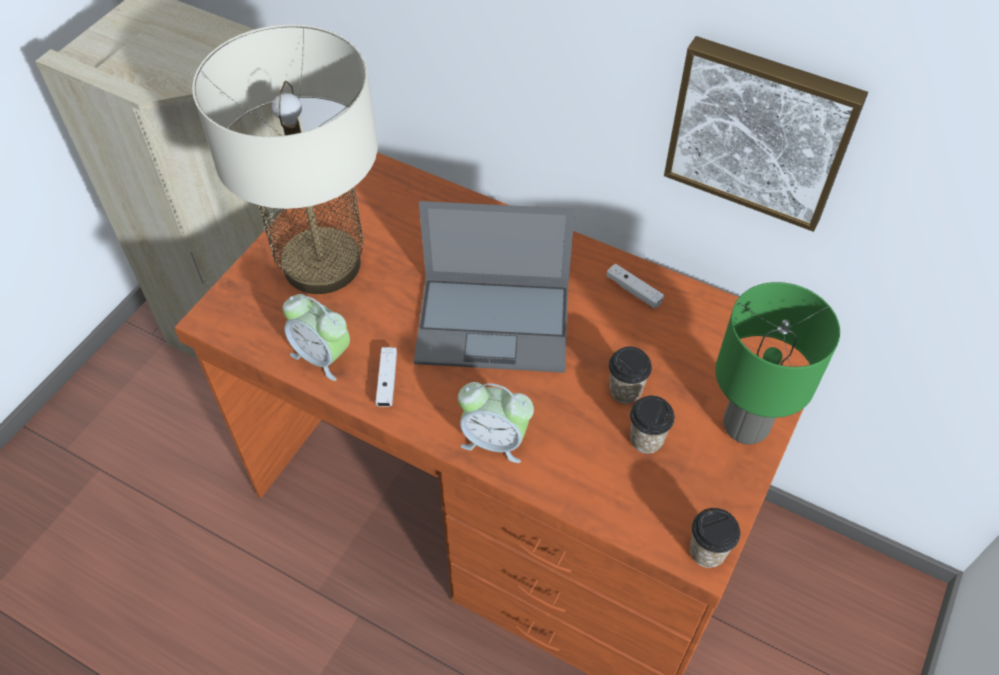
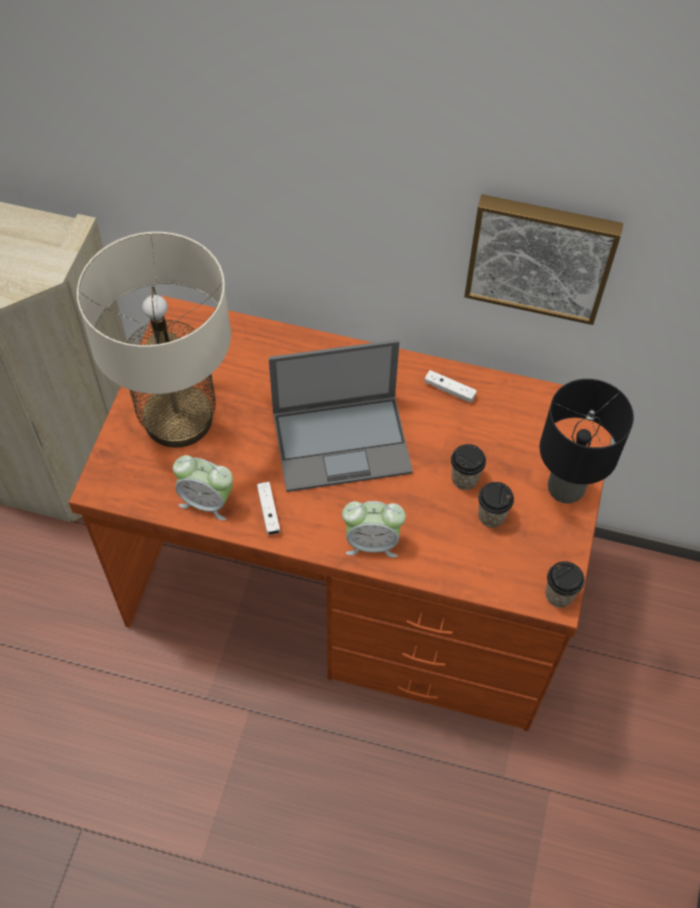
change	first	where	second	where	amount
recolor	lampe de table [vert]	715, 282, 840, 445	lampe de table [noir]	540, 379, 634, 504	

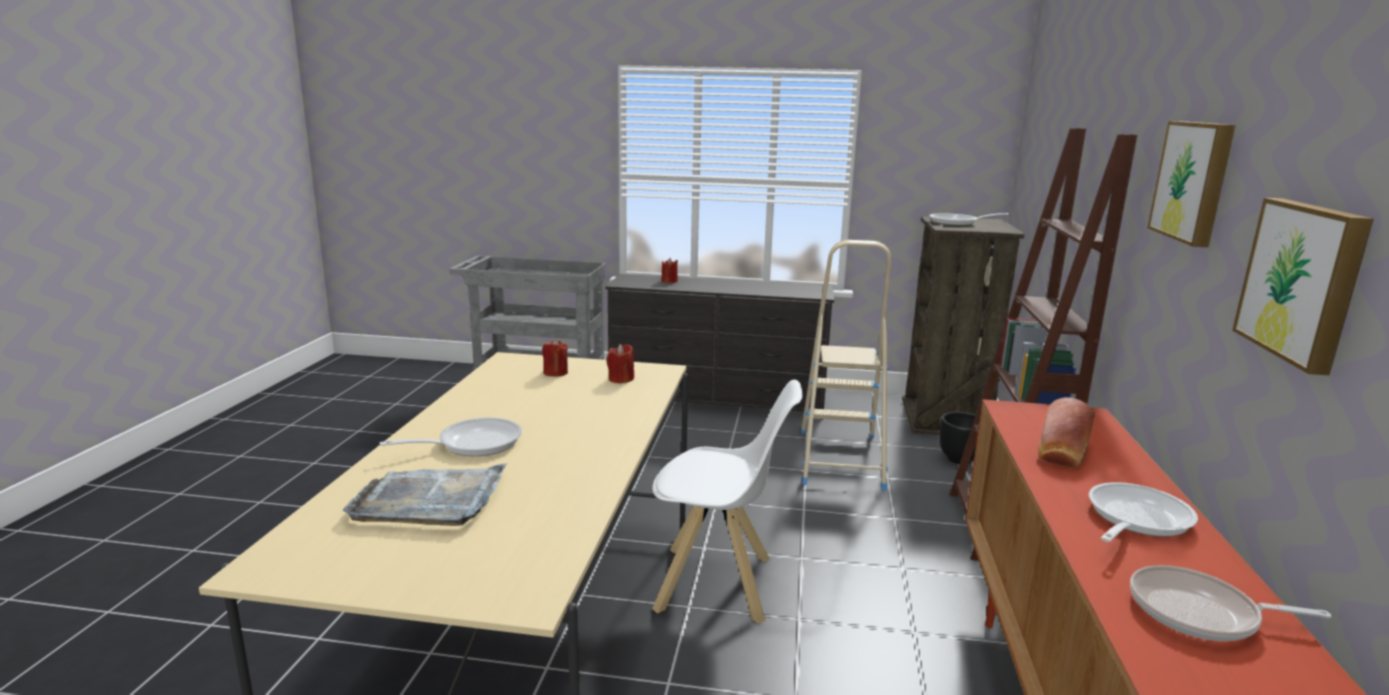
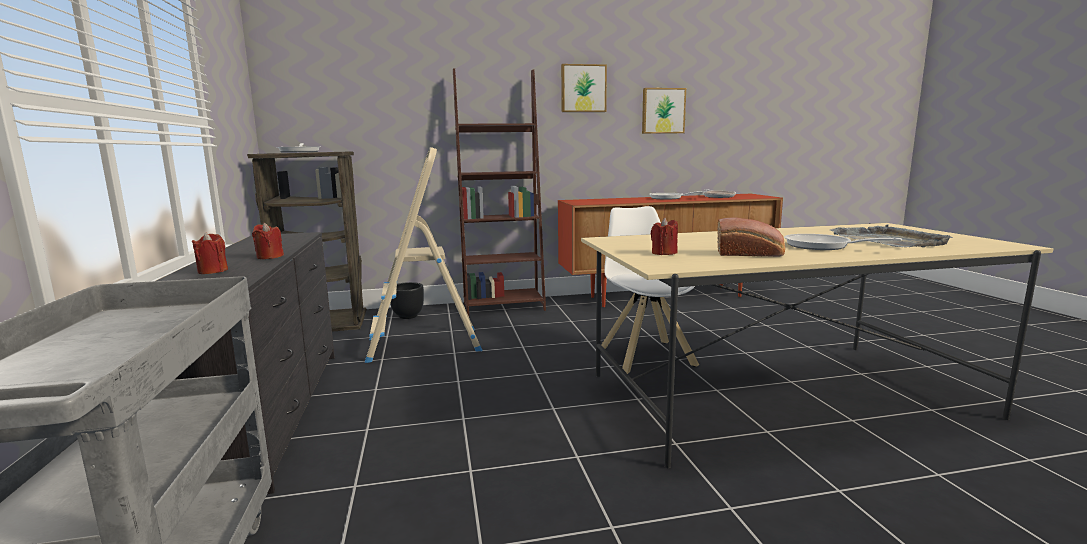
change	first	where	second	where	amount
move	bougie [rouge]	606, 344, 634, 384		252, 223, 284, 259	
move	pain	1038, 397, 1095, 468		717, 217, 785, 257	

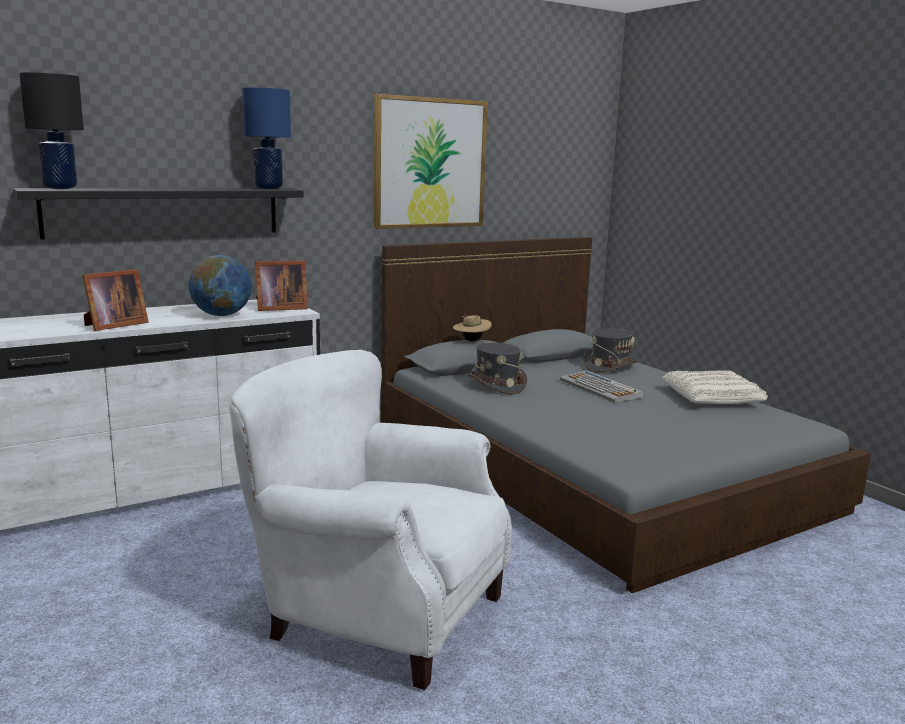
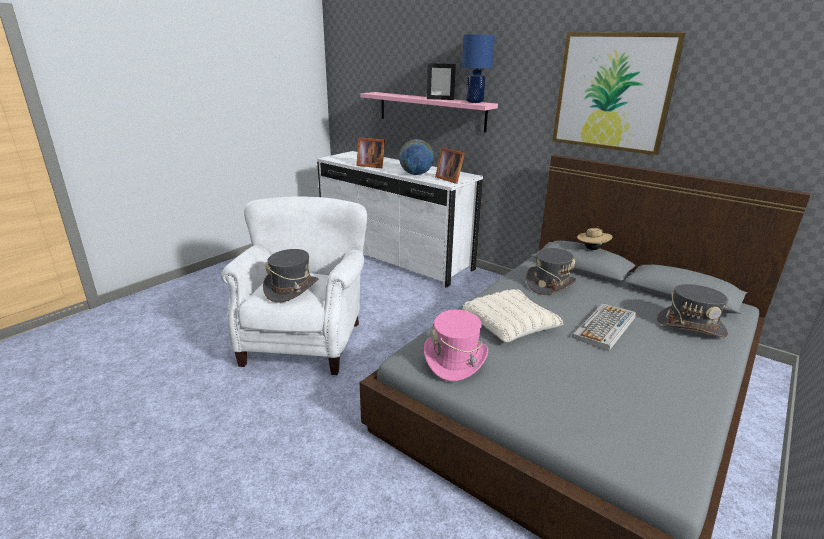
change	first	where	second	where	amount
recolor	étagère [noir]	13, 188, 304, 240	étagère [rose]	361, 92, 498, 132	
delete	lampe de table [noir]	19, 72, 84, 189			
move	coussin [beige]	663, 370, 768, 404		463, 289, 563, 343	
insert			chapeau [gris]	263, 249, 318, 303	
insert			chapeau [rose]	424, 310, 488, 381	
insert			cadre photo	427, 63, 456, 100	

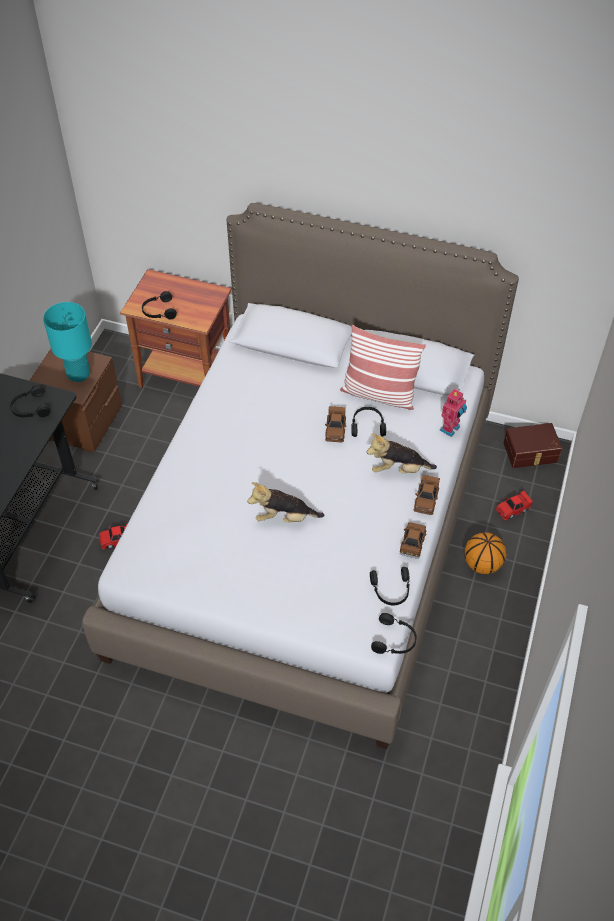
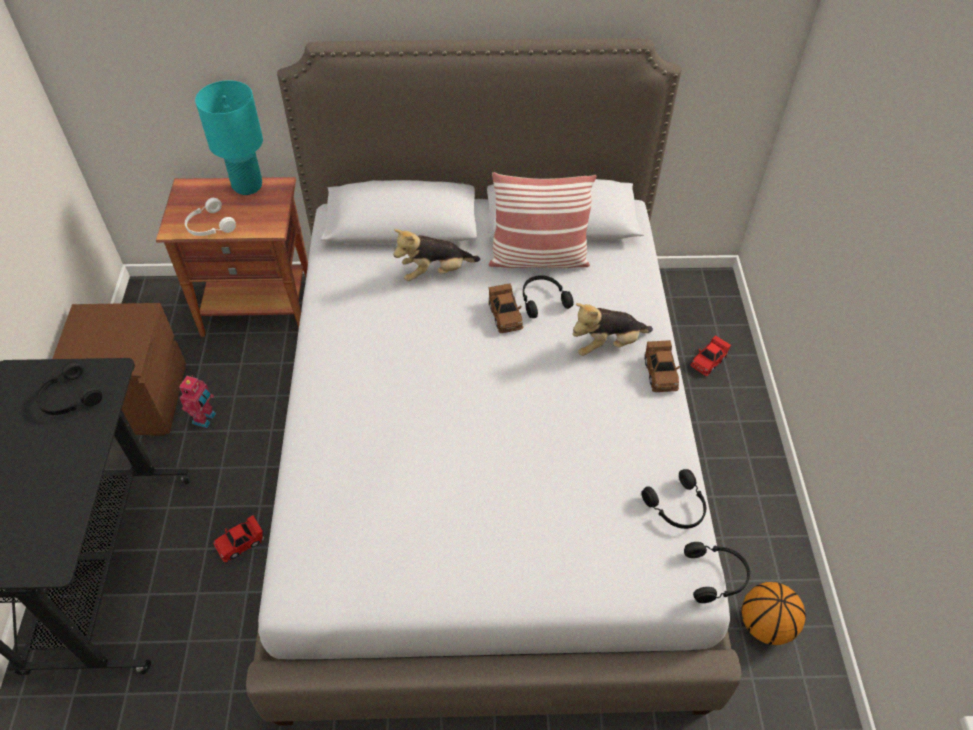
change	first	where	second	where	amount
move	lampe de table [turquoise]	43, 302, 92, 382		195, 80, 263, 195	
recolor	casque audio [noir]	142, 291, 177, 319	casque audio [blanc]	185, 198, 236, 236	
move	peluche	248, 482, 324, 523		393, 229, 480, 281	
delete	petite voiture [marron]	400, 522, 426, 559			
move	robot jouet	440, 389, 467, 437		179, 375, 216, 428	
move	ballon de basket	464, 532, 507, 574		741, 582, 806, 645	
delete	boîte de rangement [marron]	504, 423, 562, 468			

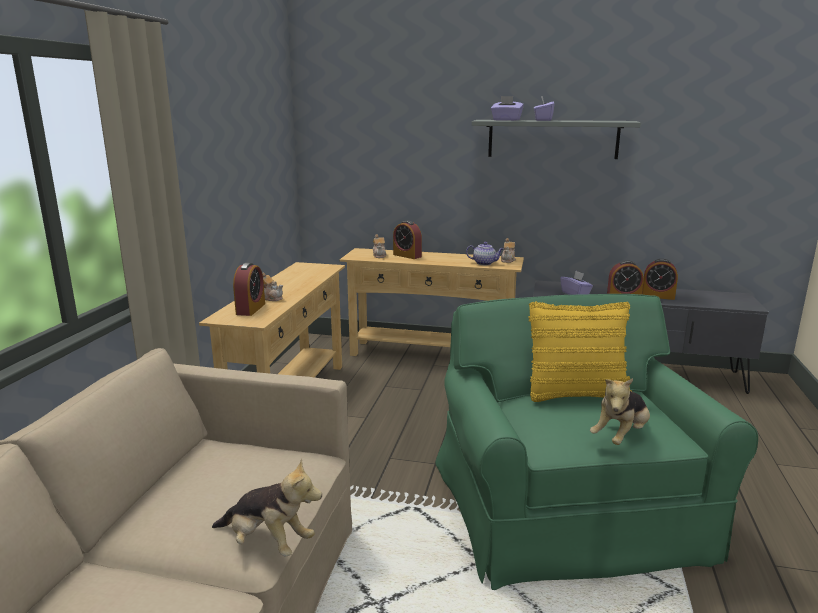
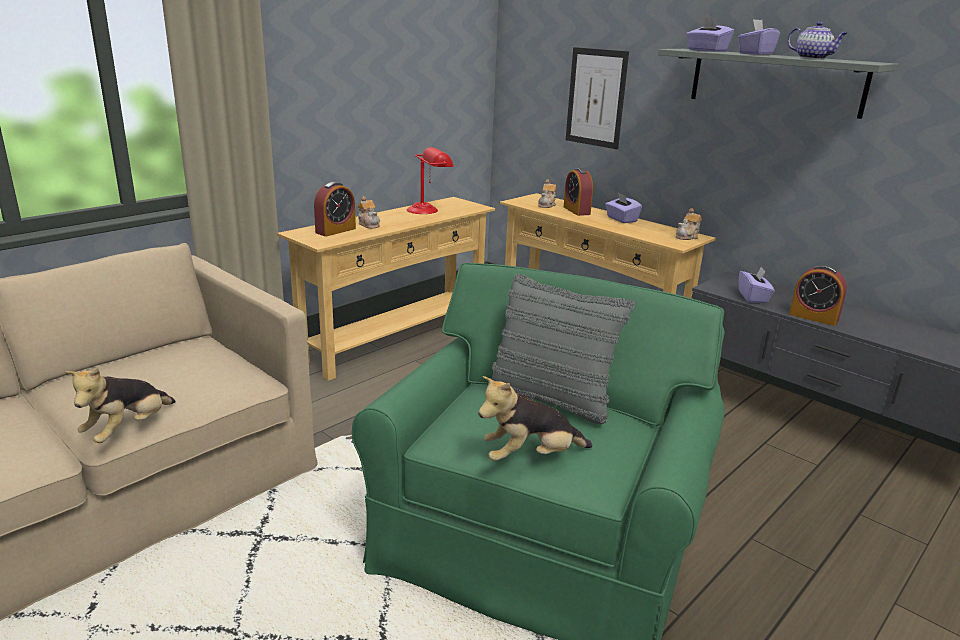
change	first	where	second	where	amount
rotate	peluche	212, 458, 322, 557		65, 367, 176, 443	60 degrees clockwise
move	théière	466, 242, 504, 265		787, 22, 848, 59	
recolor	coussin [jaune]	528, 301, 633, 402	coussin [gris]	492, 274, 635, 424	
delete	réveil	642, 259, 678, 300			
insert			lampe de table [rouge]	407, 147, 453, 214	
insert			tableau	566, 47, 629, 149	
insert			boîte à mouchoirs [violet]	605, 193, 642, 223	

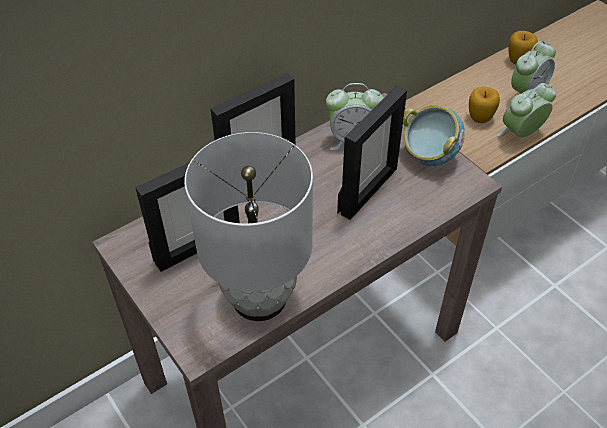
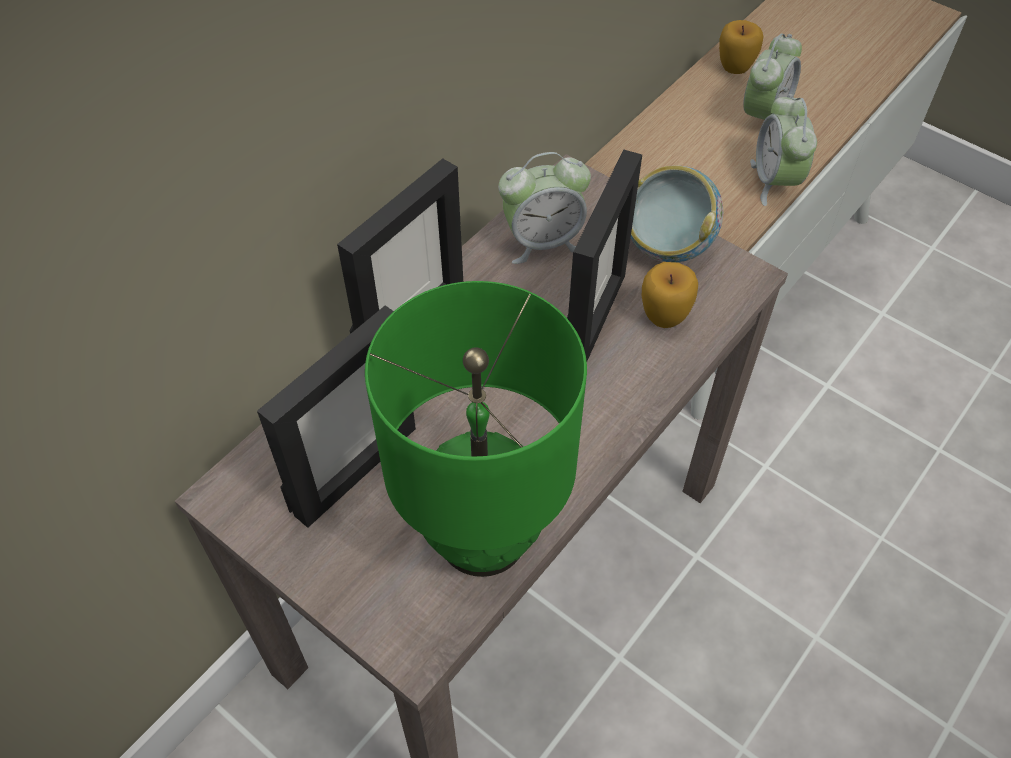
change	first	where	second	where	amount
recolor	lampe de table [blanc]	184, 132, 313, 321	lampe de table [vert]	365, 281, 587, 577	
move	pomme	469, 86, 500, 123		642, 262, 698, 328	
rotate	réveil	497, 83, 556, 138		750, 94, 817, 206	45 degrees counterclockwise

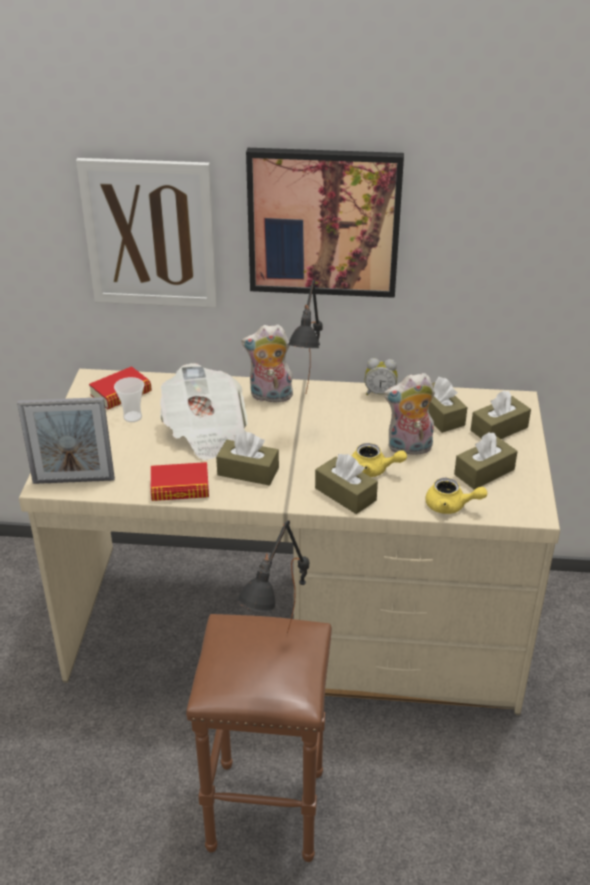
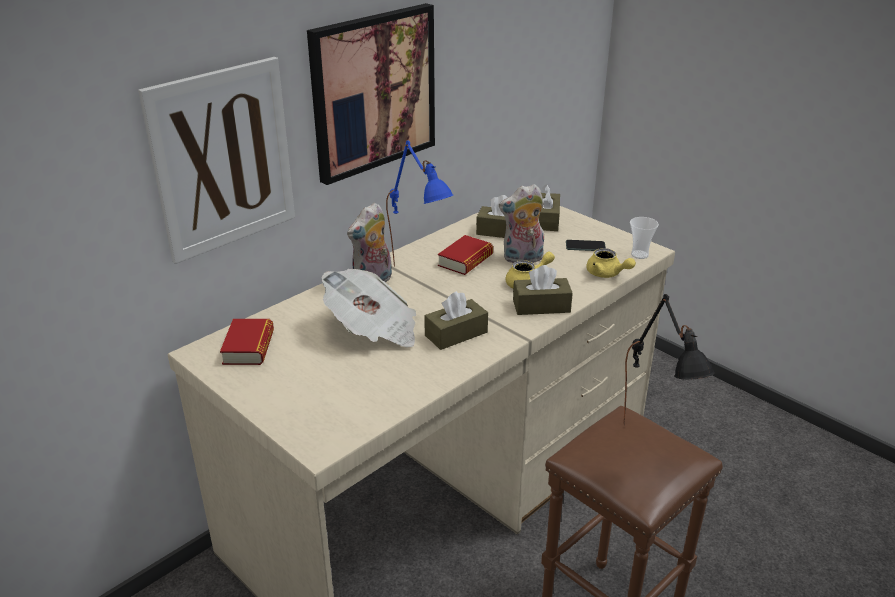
change	first	where	second	where	amount
delete	cadre photo	17, 397, 115, 484			
move	tasse	114, 377, 144, 422		630, 217, 659, 259	
move	livre	151, 462, 209, 501		438, 235, 493, 275	
recolor	lampe de table [noir]	288, 280, 323, 393	lampe de table [bleu]	386, 140, 453, 267	
delete	réveil	365, 358, 397, 395			
rotate	peluche	384, 373, 435, 455		499, 184, 544, 263	45 degrees clockwise
rotate	théière [jaune]	425, 478, 487, 514		586, 248, 636, 278	75 degrees clockwise
replace	boîte à mouchoirs [marron]	454, 432, 518, 490	téléphone	566, 240, 606, 251	

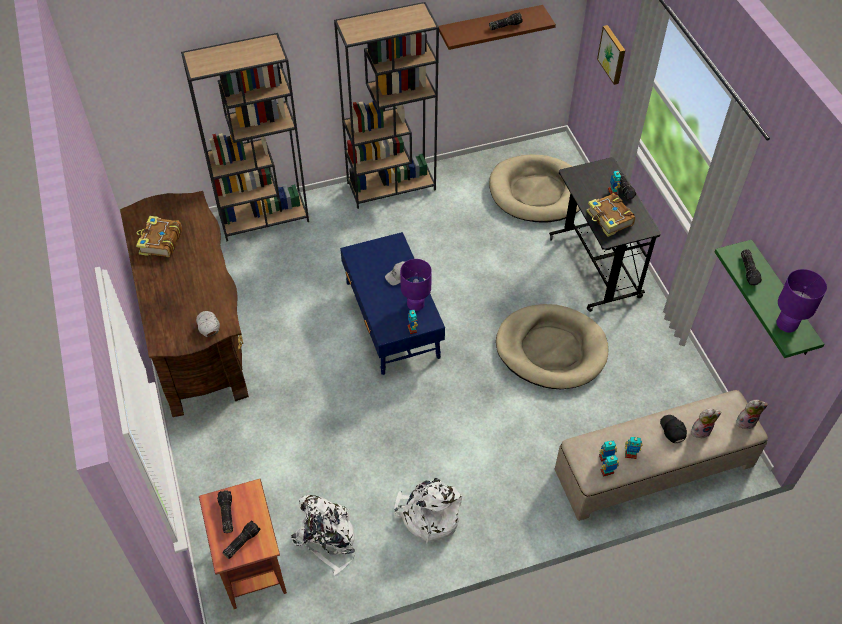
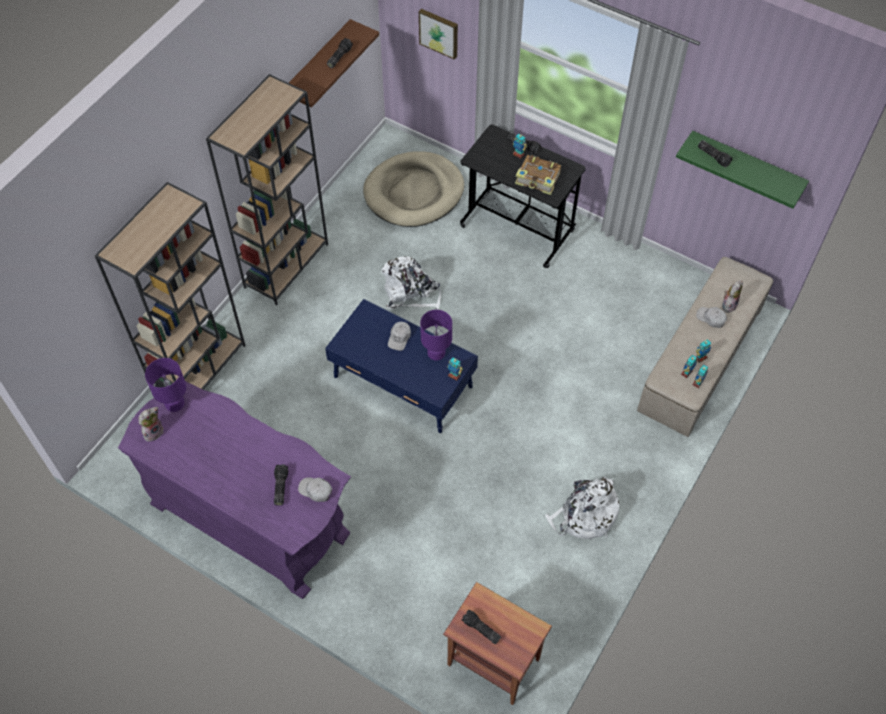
change	first	where	second	where	amount
recolor	commode [marron]	120, 191, 249, 417	commode [violet]	118, 381, 351, 599	
delete	livre	136, 216, 182, 257			
move	lampe de poche	222, 520, 261, 559		274, 464, 288, 506	
move	sac à dos [blanc]	291, 495, 355, 575		382, 257, 441, 309	
delete	panier pour chien [beige]	496, 304, 608, 389			
recolor	casquette [noir]	660, 415, 687, 443	casquette [blanc]	696, 307, 727, 328	
move	peluche	736, 400, 768, 430		139, 407, 163, 442	
move	lampe de table [violet]	776, 269, 827, 332		145, 358, 186, 412	

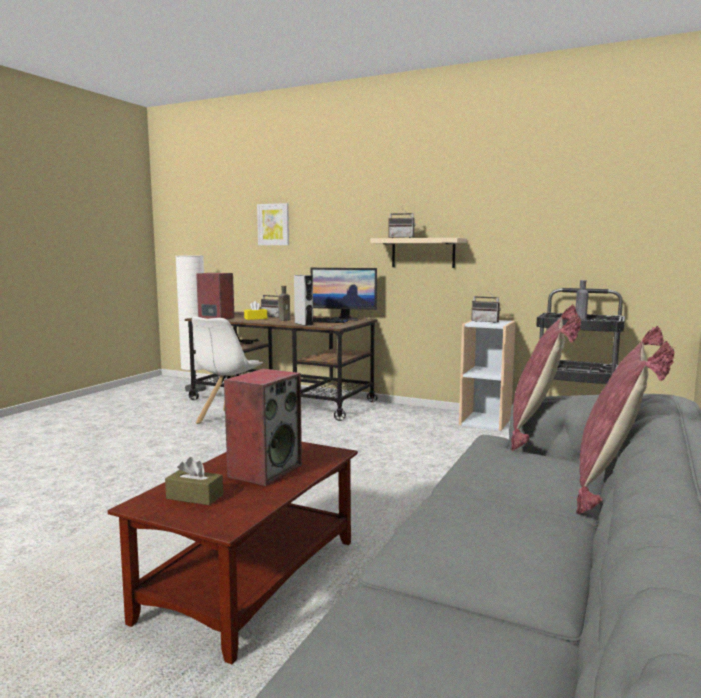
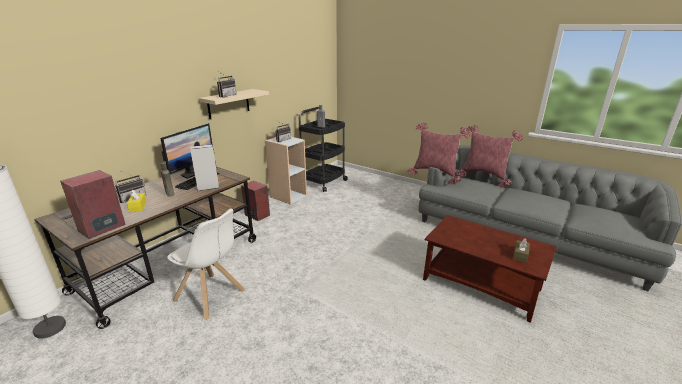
change	first	where	second	where	amount
move	enceinte	224, 369, 302, 486		241, 181, 270, 221	
delete	tableau	257, 203, 289, 245			

